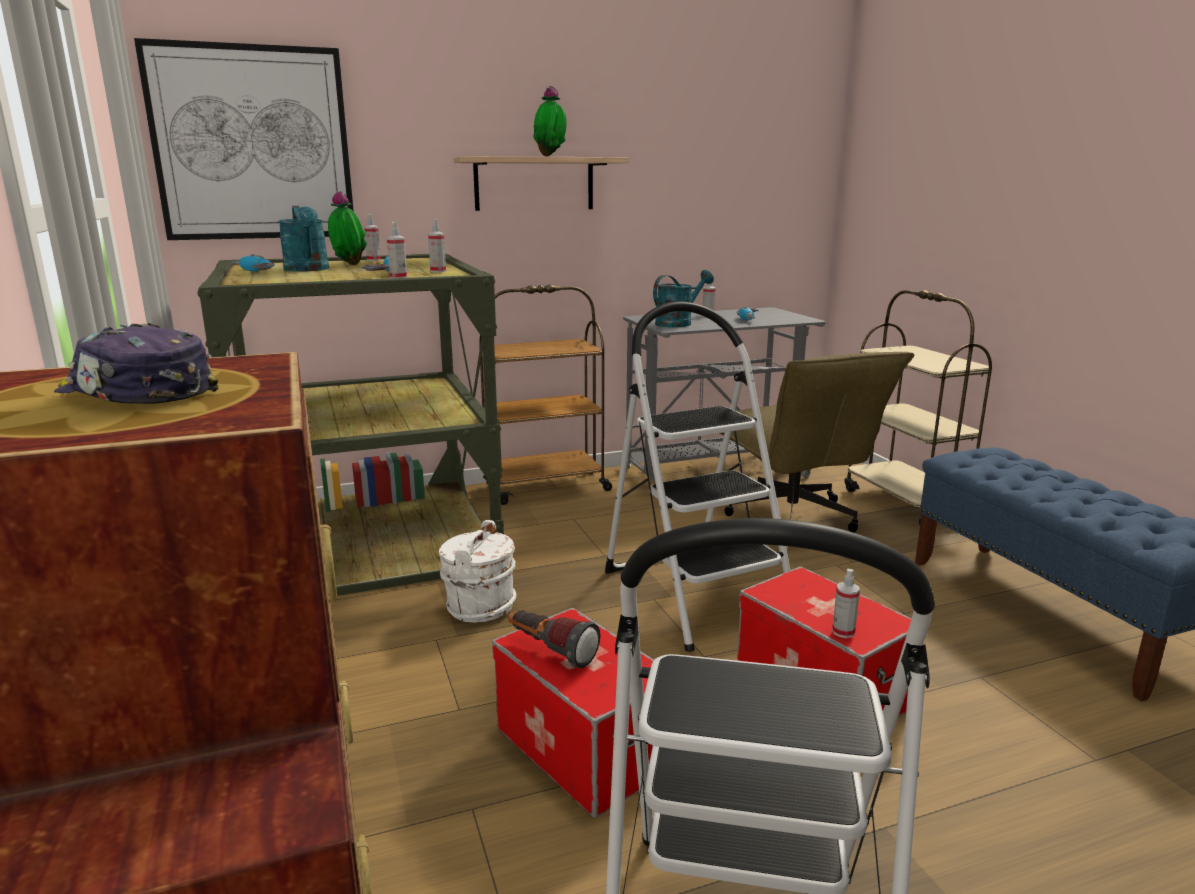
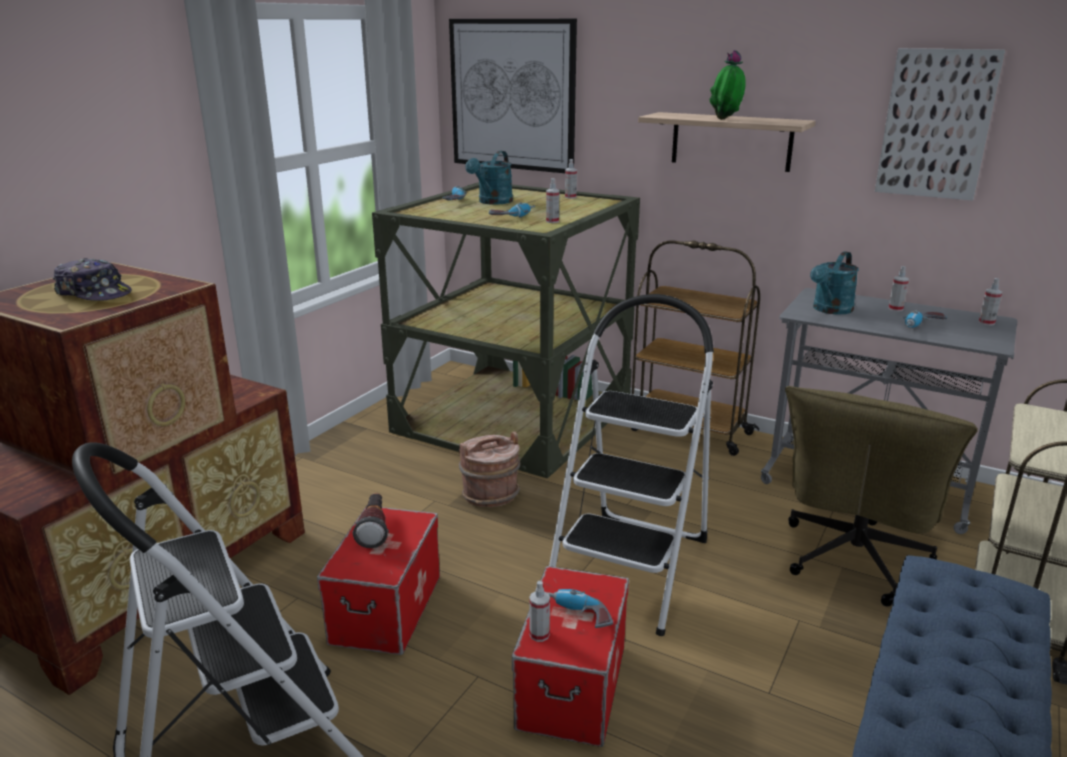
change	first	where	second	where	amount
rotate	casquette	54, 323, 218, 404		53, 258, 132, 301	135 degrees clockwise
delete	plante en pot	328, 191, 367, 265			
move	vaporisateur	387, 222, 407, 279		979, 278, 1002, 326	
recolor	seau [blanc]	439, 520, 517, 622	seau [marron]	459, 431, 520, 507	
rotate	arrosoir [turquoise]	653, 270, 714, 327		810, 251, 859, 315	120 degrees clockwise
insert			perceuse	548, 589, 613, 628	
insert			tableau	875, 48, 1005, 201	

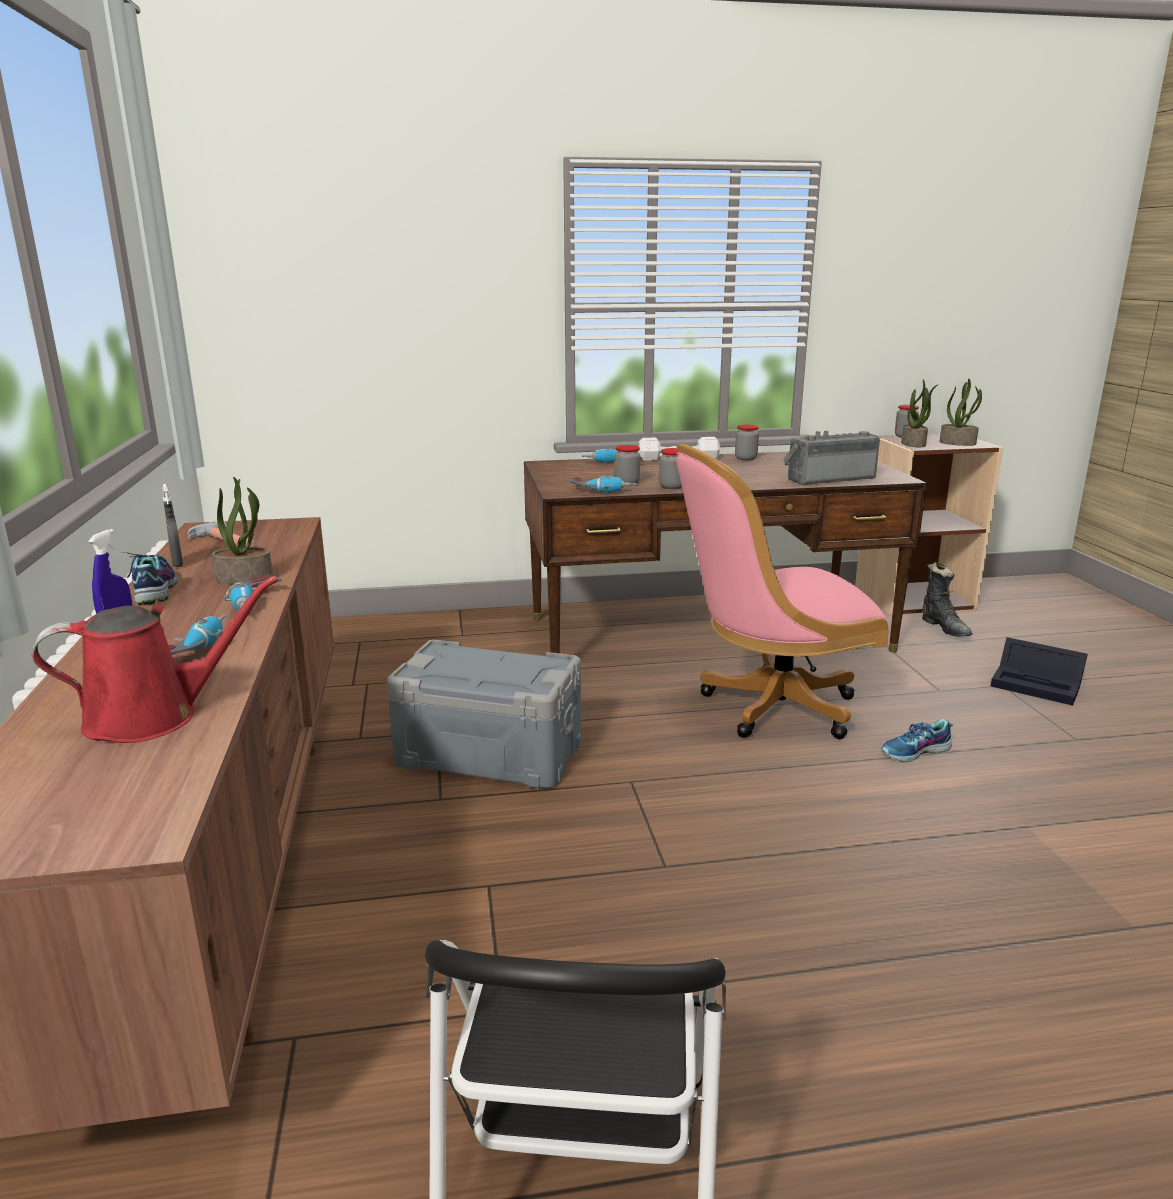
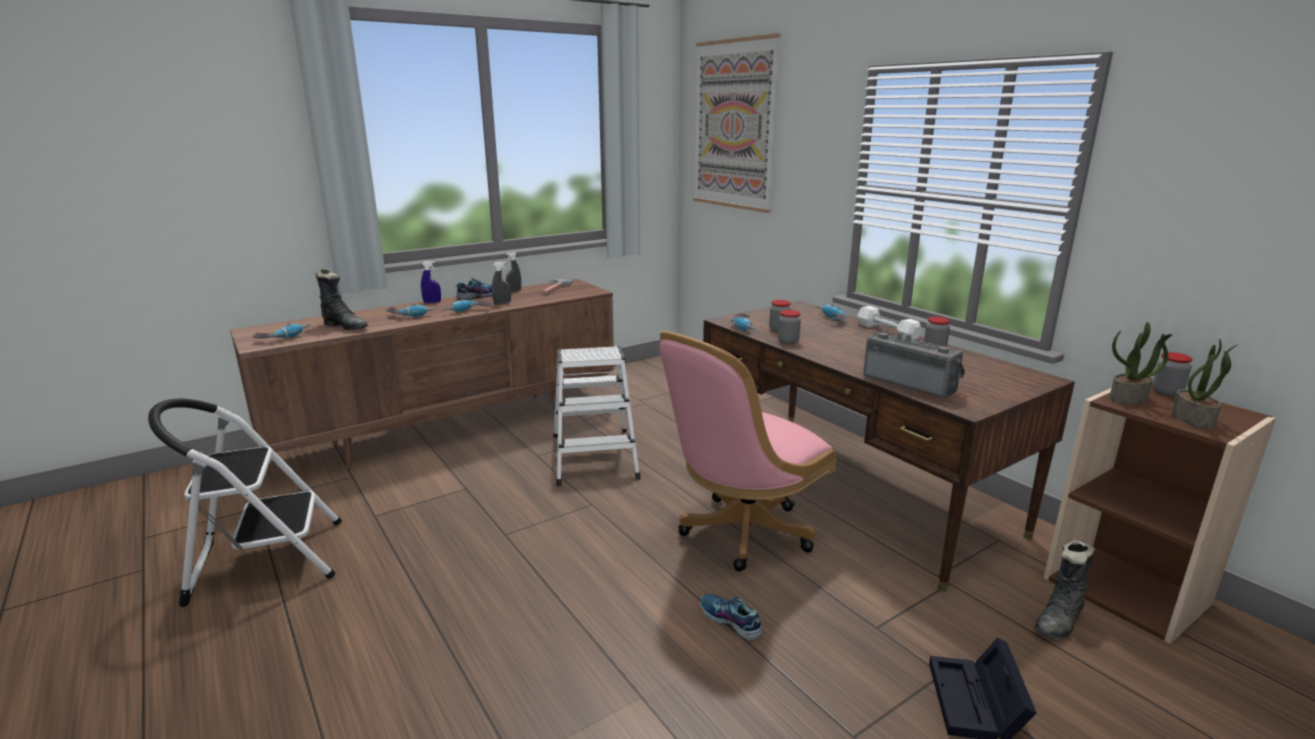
change	first	where	second	where	amount
replace	arrosoir [rouge]	32, 576, 278, 743	botte [noir]	314, 269, 368, 330	
replace	plante en pot	212, 477, 273, 584	vaporisateur [gris]	492, 261, 511, 304	
replace	boîte de rangement [gris]	387, 640, 581, 789	escabeau [blanc]	553, 346, 641, 486	
rotate	chaise de bureau [rose]	676, 444, 889, 739		660, 331, 836, 571	90 degrees counterclockwise
insert			perceuse	252, 324, 311, 338	
insert			tableau	693, 33, 780, 213	

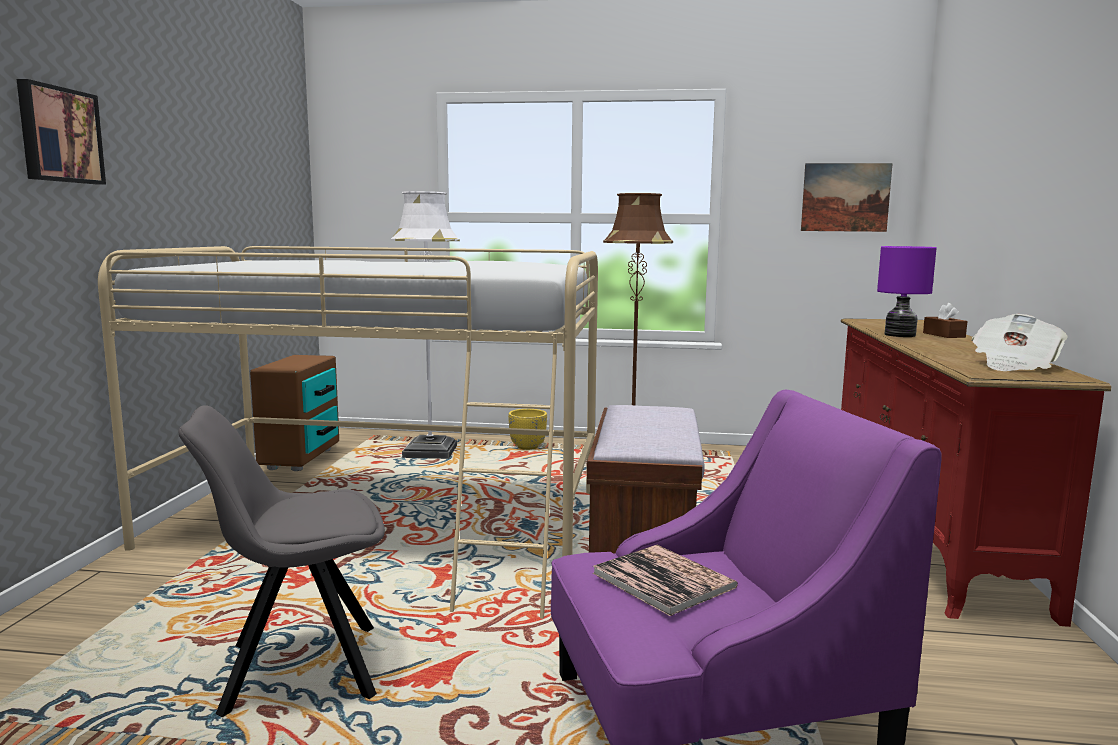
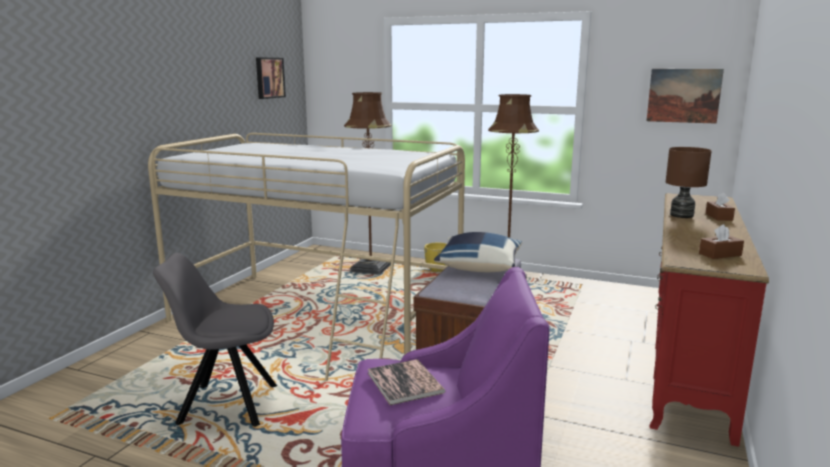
change	first	where	second	where	amount
move	tableau	17, 79, 106, 184		256, 57, 286, 99	
delete	table de chevet [marron]	250, 355, 339, 471			
recolor	lampadaire [blanc]	391, 191, 460, 459	lampadaire [marron]	344, 92, 391, 275	
recolor	lampe de table [violet]	877, 246, 937, 337	lampe de table [marron]	666, 147, 712, 218	
replace	journal	972, 314, 1068, 371	boîte à mouchoirs [marron]	699, 224, 744, 259	
insert			coussin [bleu]	434, 232, 522, 272	

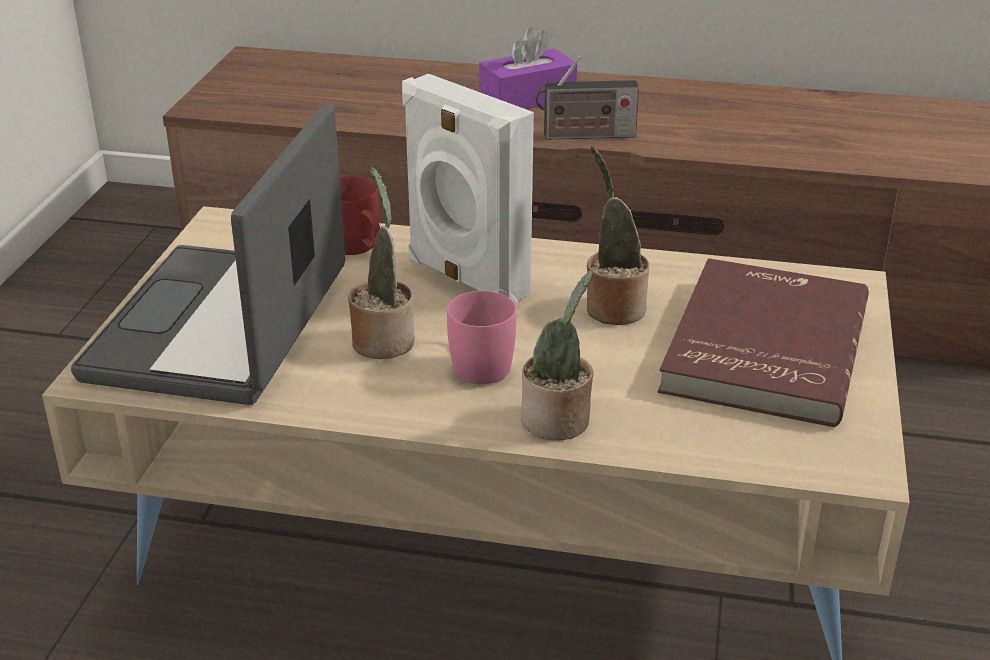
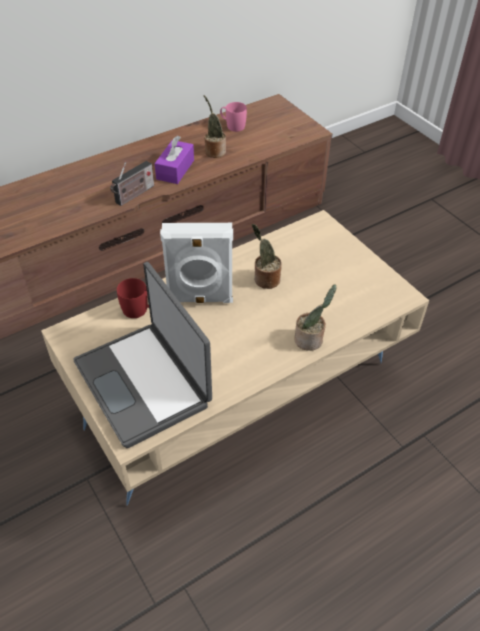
change	first	where	second	where	amount
move	plante en pot	348, 167, 415, 359		204, 95, 226, 158	
move	mug [rose]	447, 291, 516, 385		220, 102, 247, 132	
move	boîte à mouchoirs [violet]	479, 27, 578, 109		155, 136, 194, 184	
delete	livre [rouge]	658, 258, 869, 427			

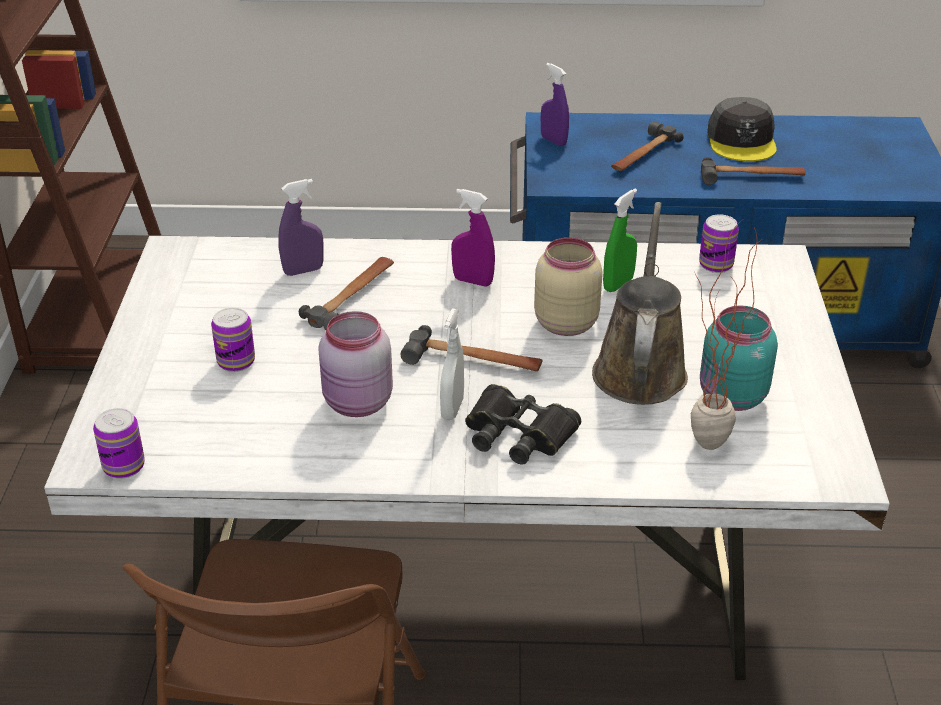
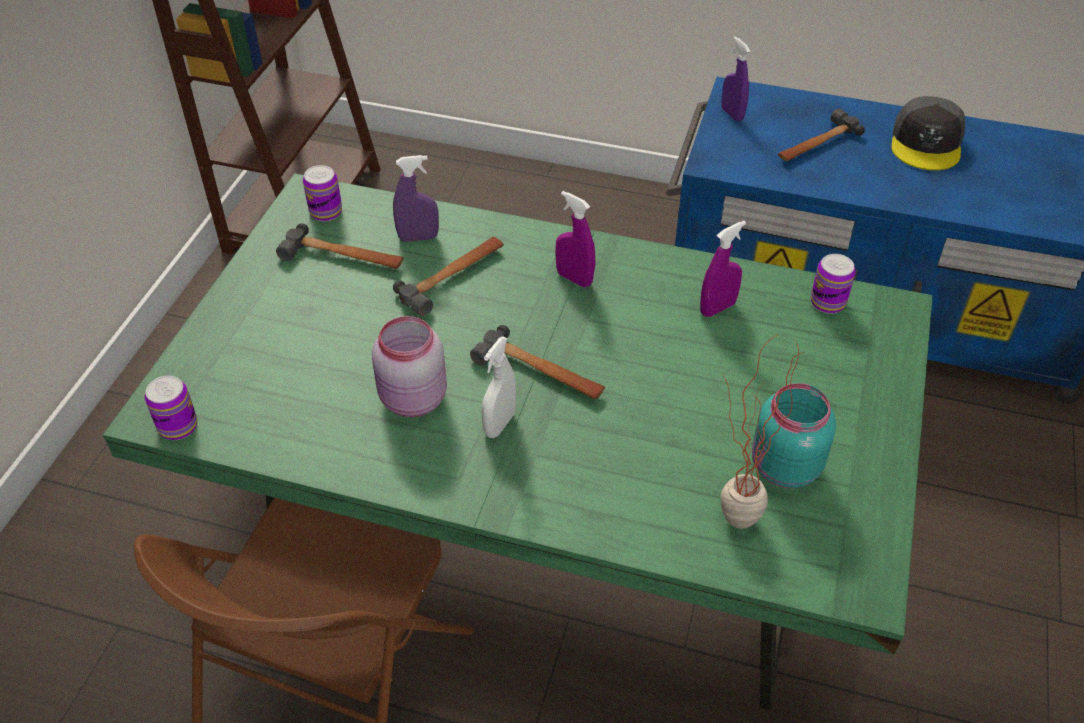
change	first	where	second	where	amount
recolor	table à manger [blanc]	44, 236, 890, 680	table à manger [vert]	103, 173, 933, 710	
move	boîte métallique	211, 307, 255, 372		303, 165, 342, 222	
delete	jumelles [noir]	465, 384, 581, 464			
delete	bocal [beige]	534, 237, 603, 336			
delete	arrosoir [marron]	592, 202, 688, 405			
recolor	vaporisateur [vert]	603, 188, 637, 292	vaporisateur [violet]	700, 221, 746, 317	
move	marteau	701, 157, 805, 185		276, 223, 404, 269	

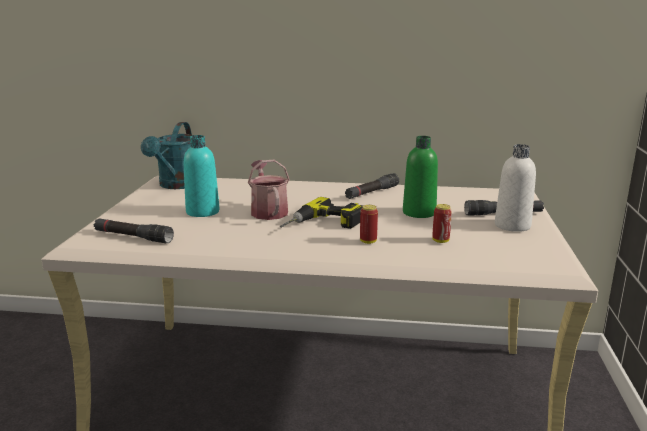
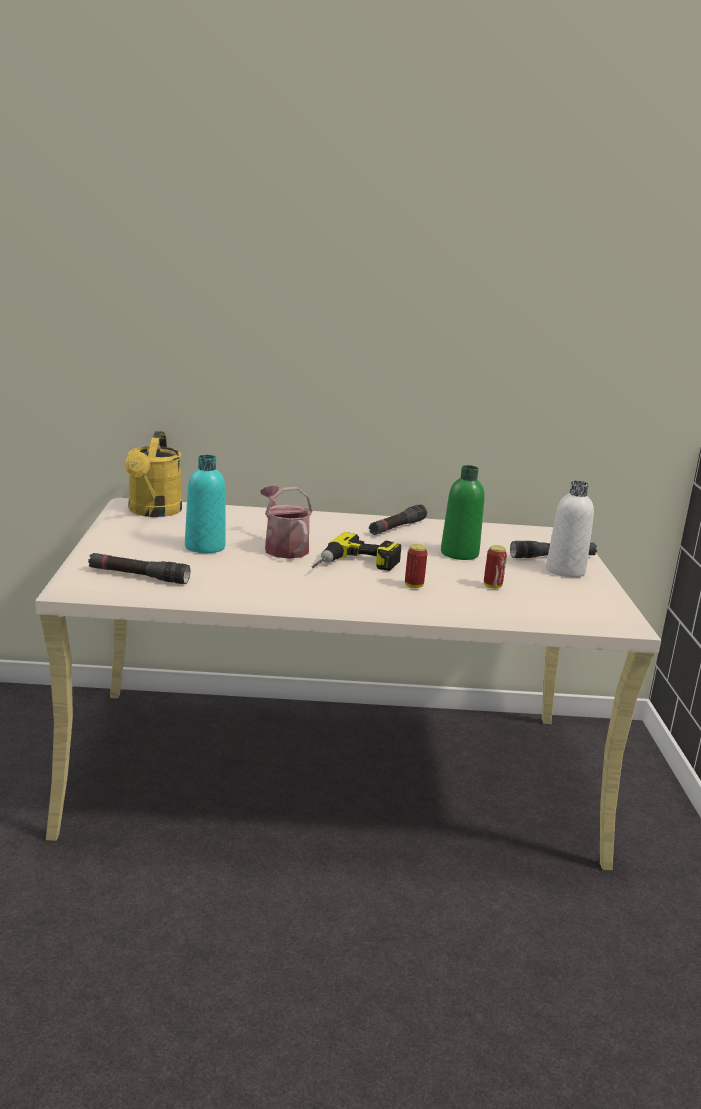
change	first	where	second	where	amount
recolor	arrosoir [turquoise]	141, 122, 194, 189	arrosoir [jaune]	125, 431, 182, 517	

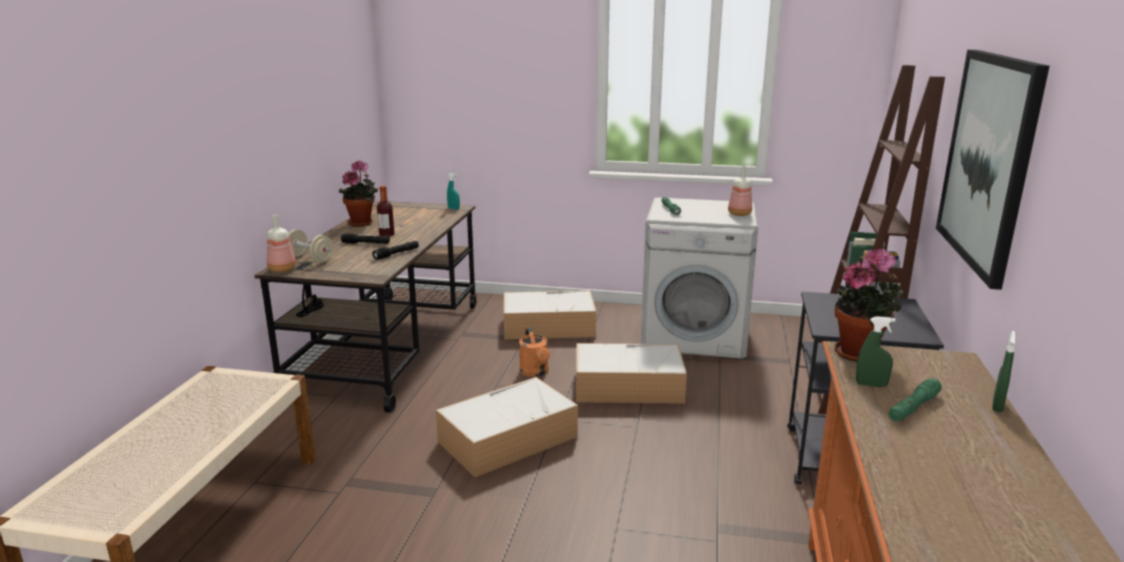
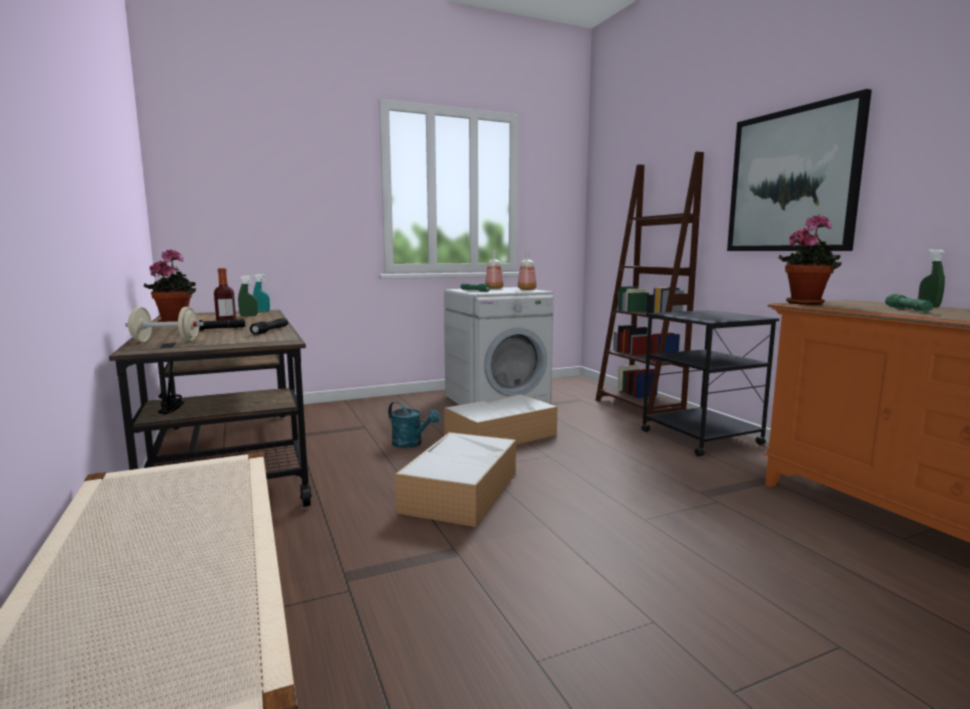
change	first	where	second	where	amount
move	bouteille	267, 215, 296, 272		485, 250, 504, 289	
delete	boîte de rangement	504, 290, 596, 340			
recolor	arrosoir [orange]	519, 327, 550, 377	arrosoir [turquoise]	388, 402, 440, 448	
move	vaporisateur [vert]	856, 316, 896, 387		238, 275, 258, 316	

